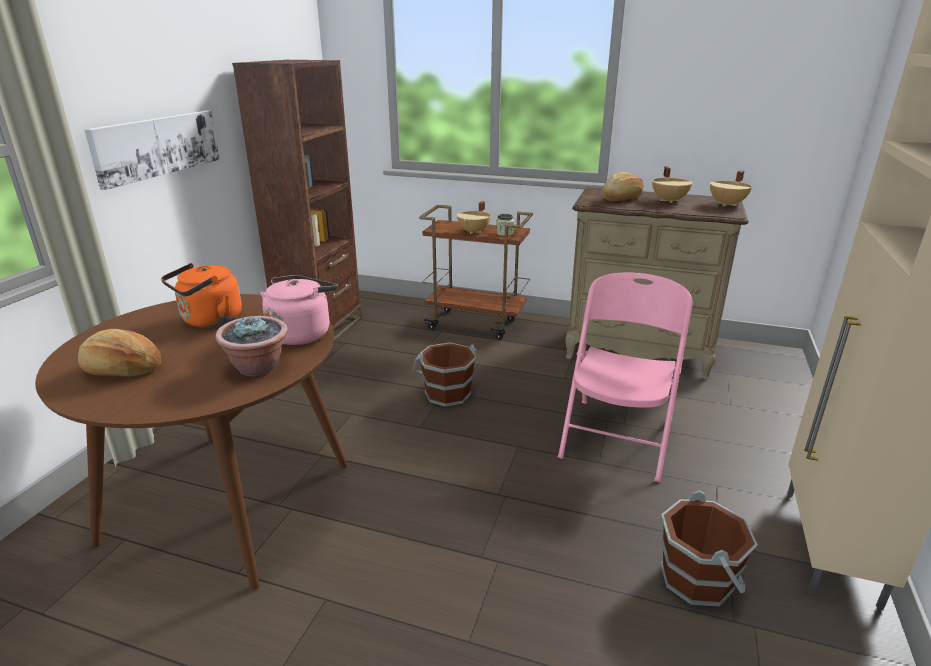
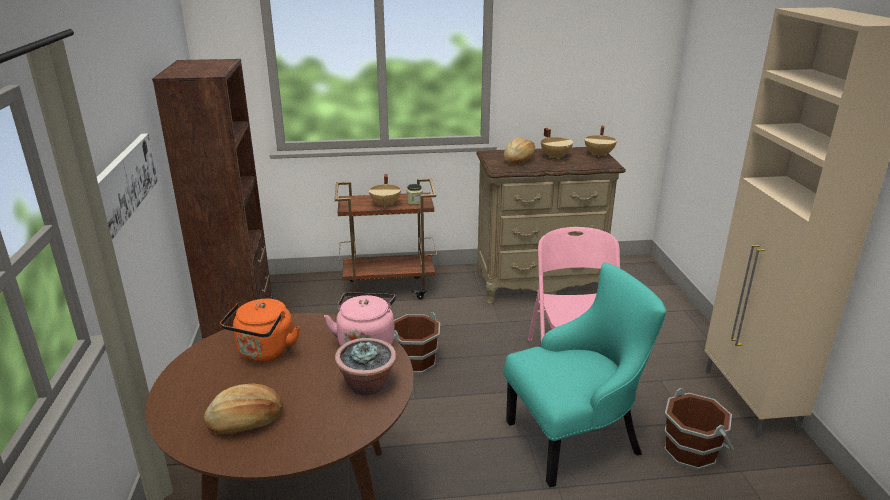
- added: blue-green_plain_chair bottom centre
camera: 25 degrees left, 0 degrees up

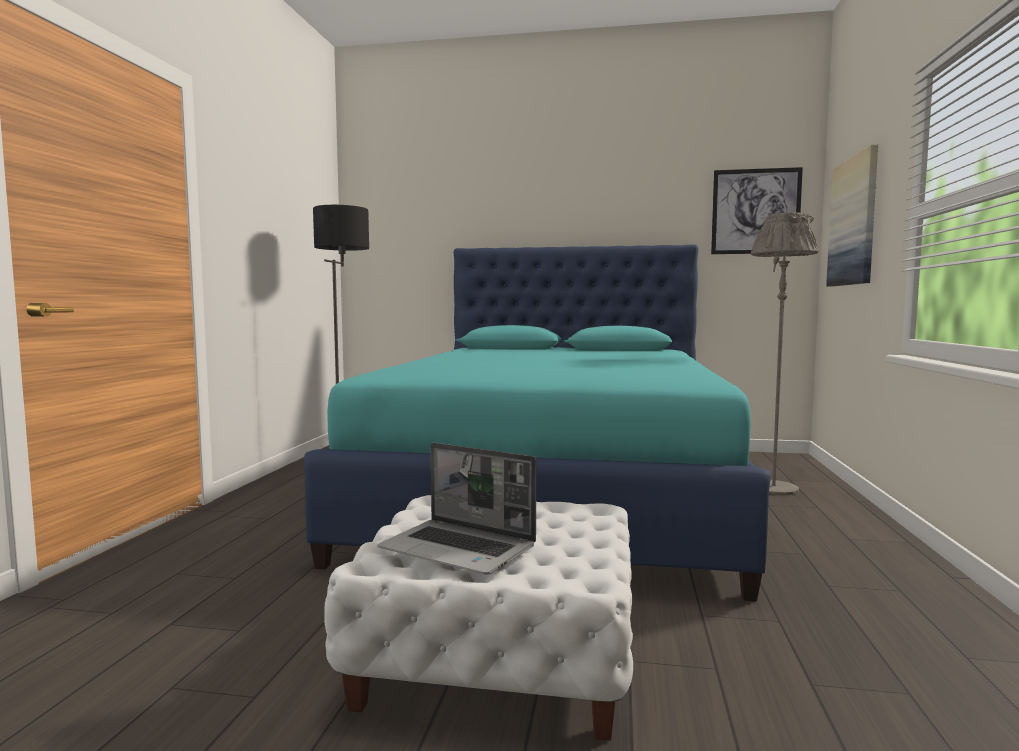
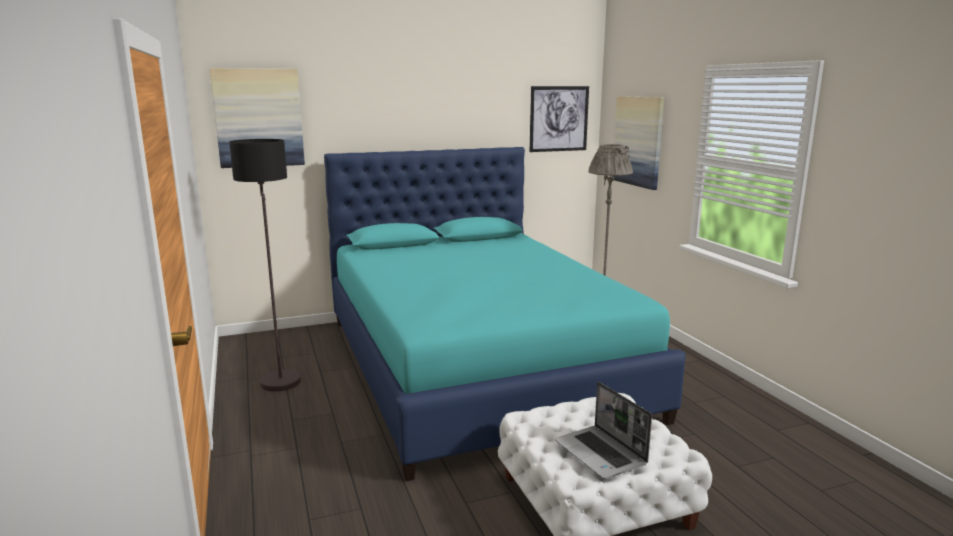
- added: wall_art (1st from left) top left
- turned: notebook_computer bottom centre = bottom centre 60 degrees clockwise
camera: 30 degrees left, 10 degrees up

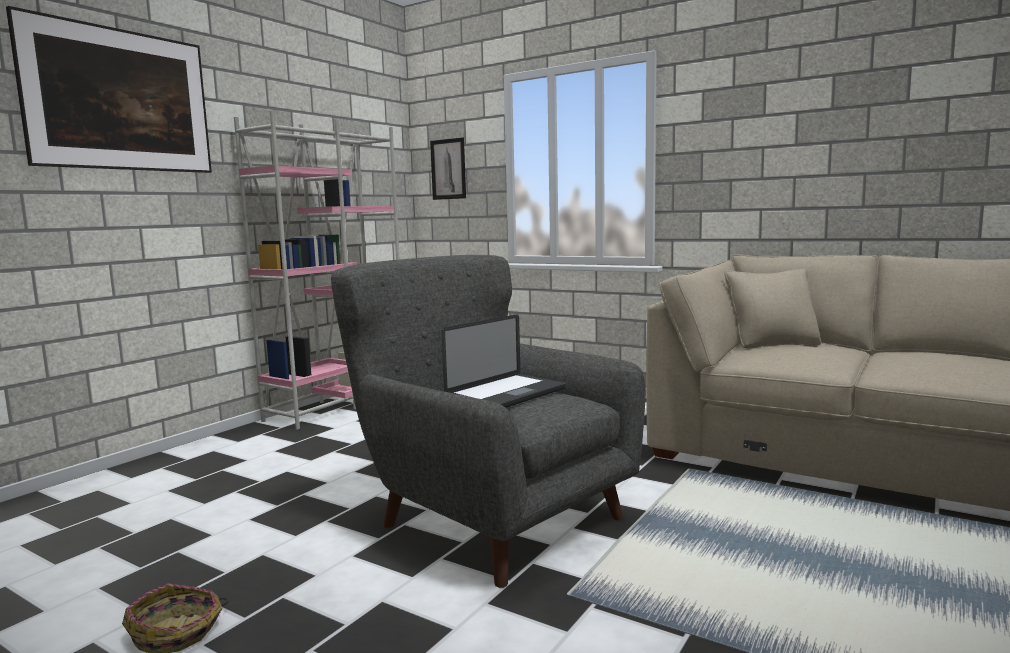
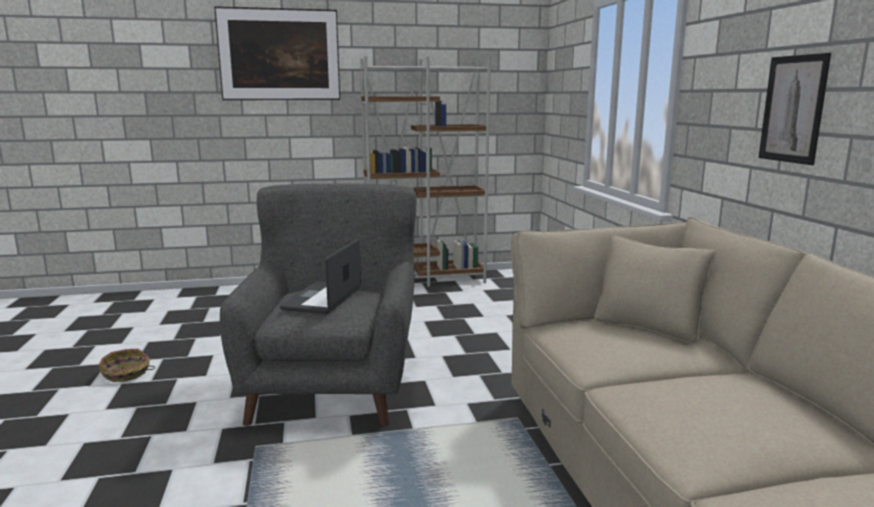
- turned: notebook_computer centre = centre 105 degrees clockwise
- recoloured: pink_bookcase middle left to brownish_bookcase centre
- moved: wall_art (2nd from left) top centre to top right
camera: 45 degrees right, 5 degrees up

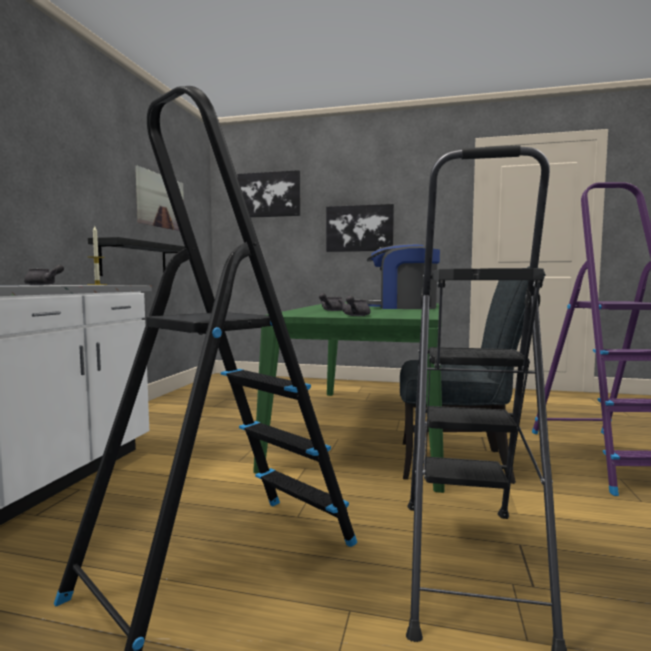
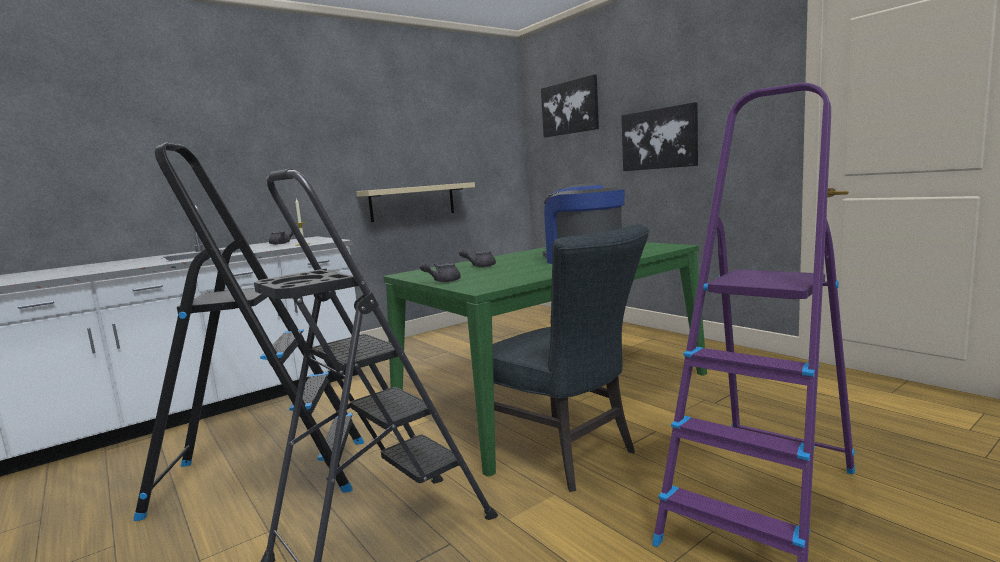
- recoloured: black_wall_shelf middle left to sand-coloured_wall_shelf centre
- removed: wall_art (1st from left) top left
camera: 40 degrees right, 5 degrees up

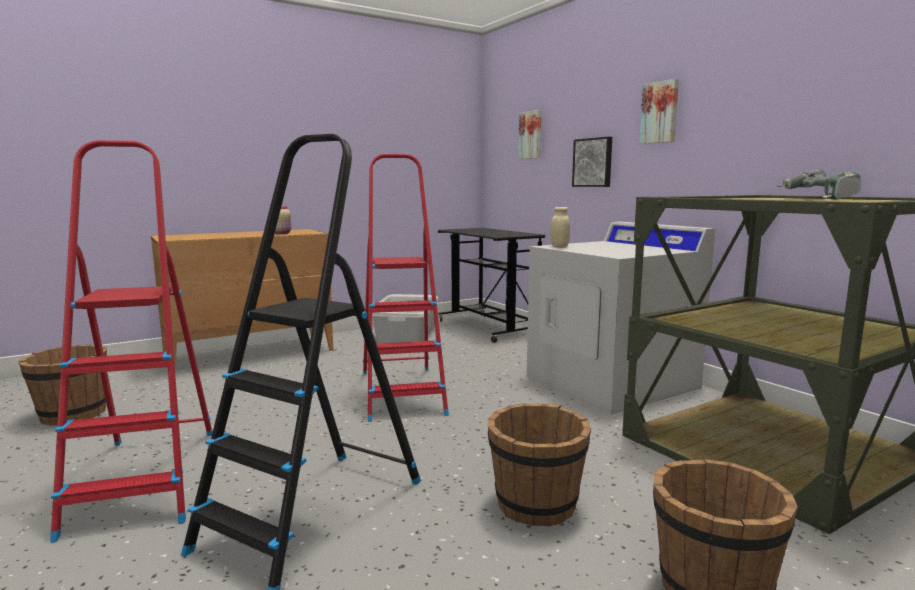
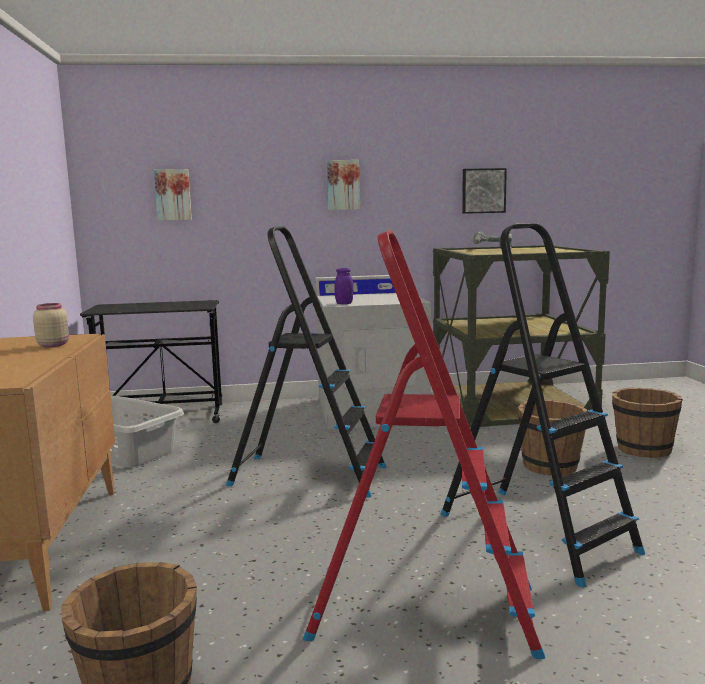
- recoloured: reddish_step_stool (2nd from left) centre to black_step_stool (1st from left) centre
- recoloured: sand-coloured_jar (2nd from left) centre to purple_jar centre
- moved: wall_art (2nd from left in the first image) top centre to wall_art (3rd from left) top right
camera: 65 degrees left, 0 degrees up

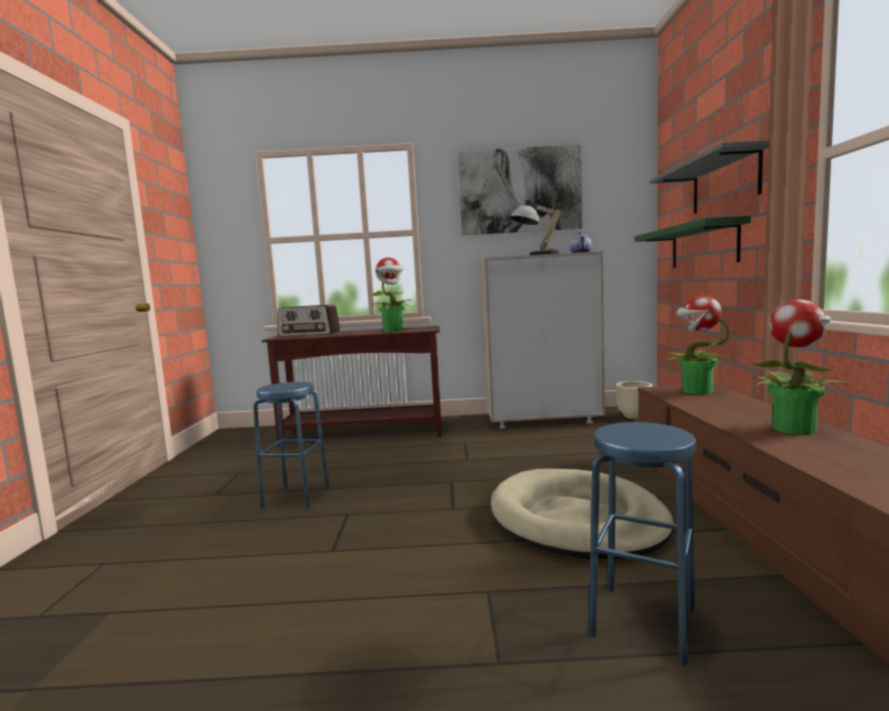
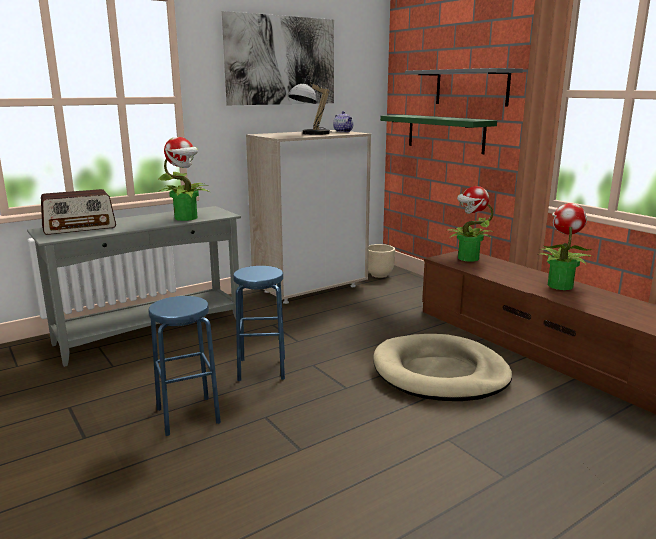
- recoloured: brownish_hall_table centre to grey_hall_table middle left
- moved: blue_stool_seat (2nd from left) bottom right to centre
camera: 35 degrees left, 10 degrees up

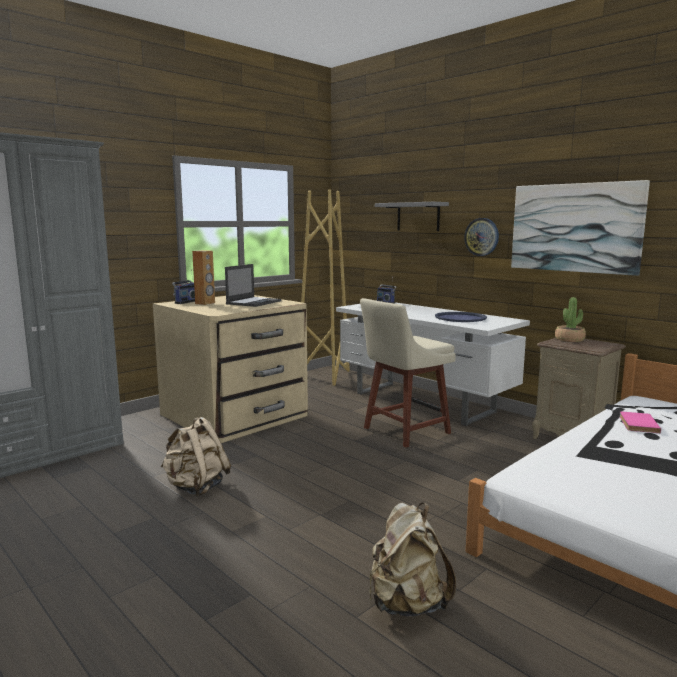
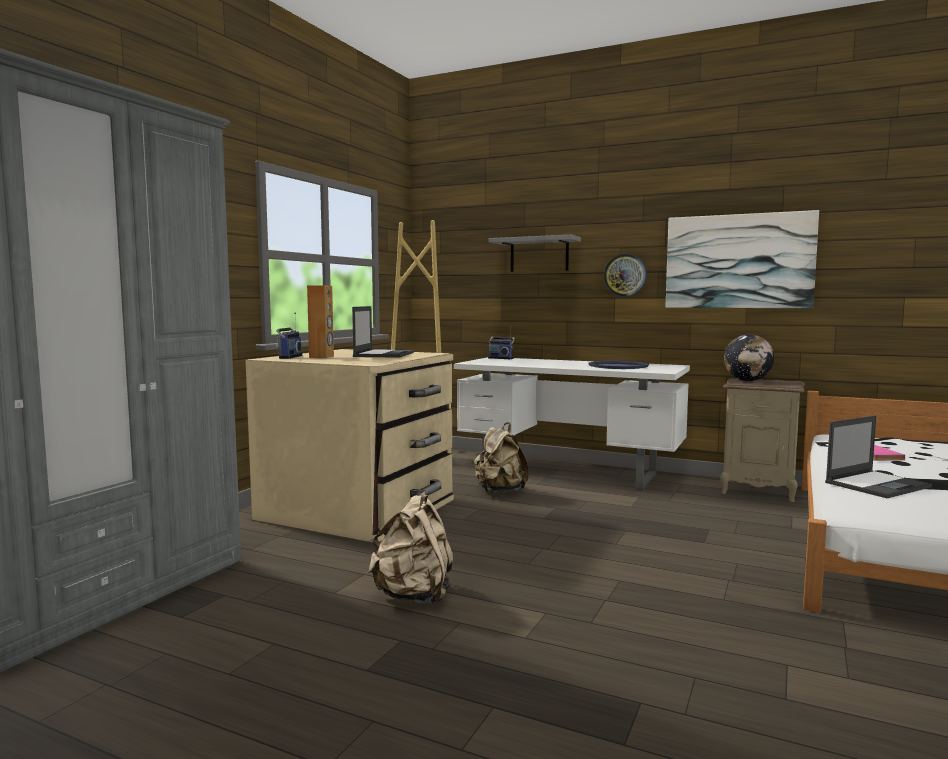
- moved: sand-coloured_rucksack (2nd from left) bottom centre to centre
- replaced: potted_plant middle right to globe middle right
- added: notebook_computer (2nd from left) middle right
- removed: sand-coloured_stool_seat centre
camera: 20 degrees left, 5 degrees down

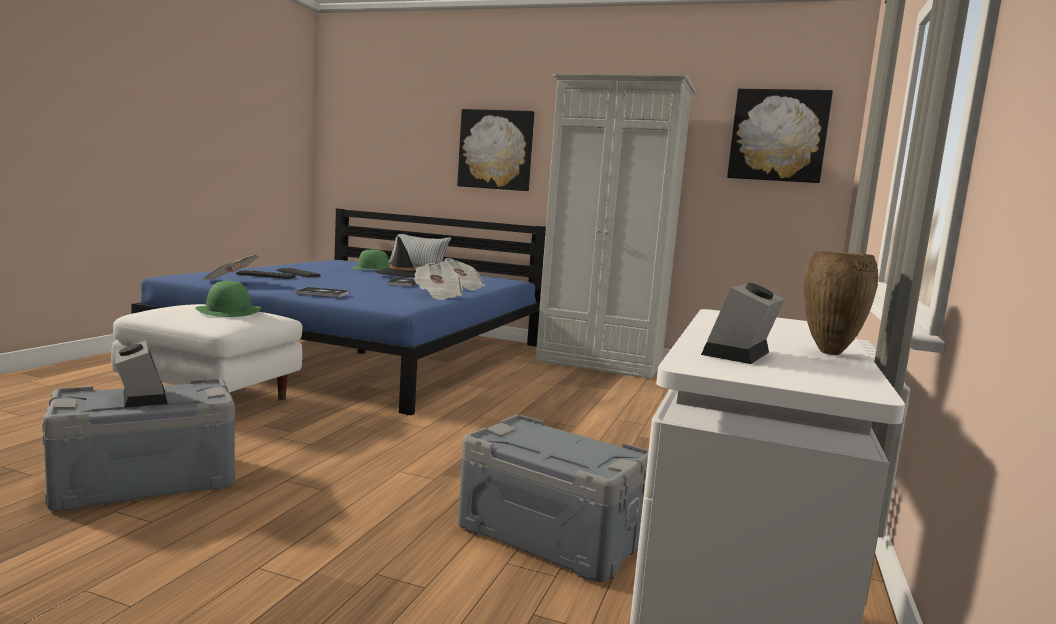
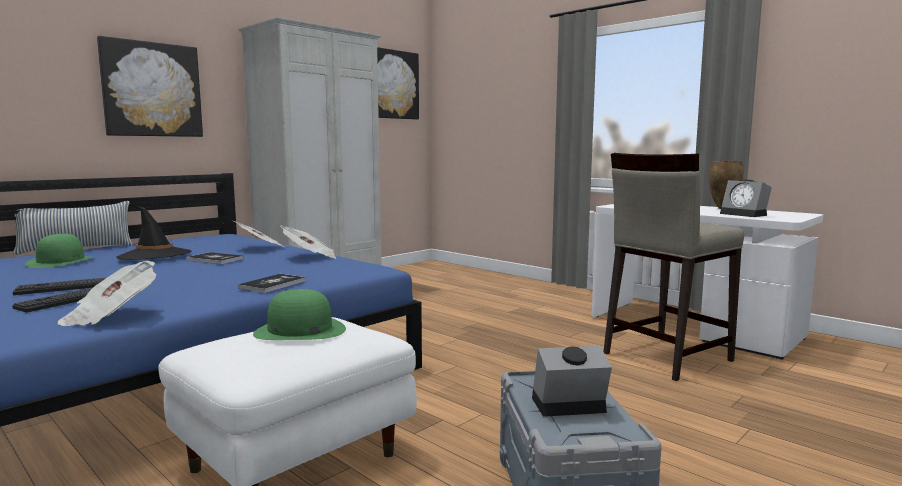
- replaced: grey_storage_bin (2nd from left) bottom centre to sand-coloured_stool_seat middle right
camera: 65 degrees left, 0 degrees up

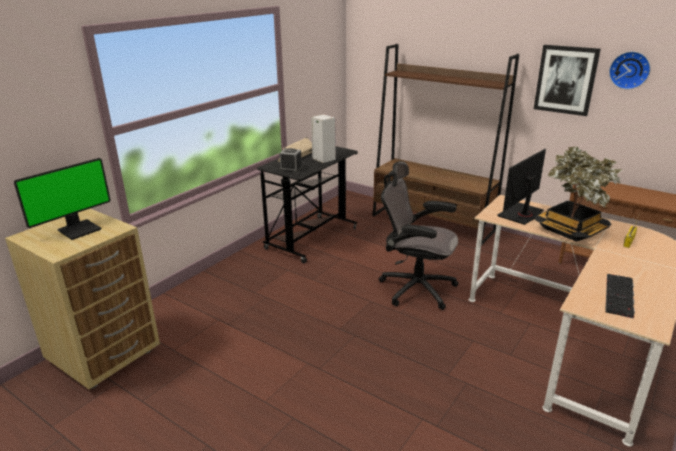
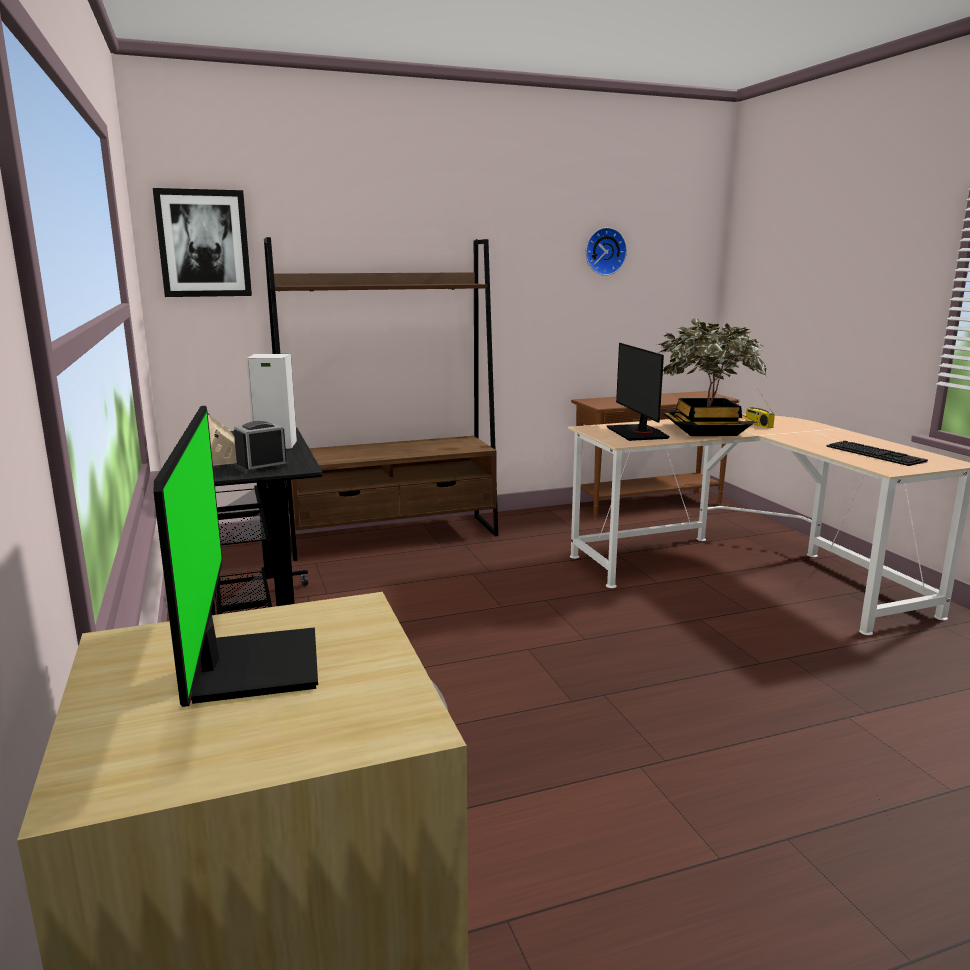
- moved: wall_art top right to top left
- removed: computer_chair centre
camera: 55 degrees left, 10 degrees down

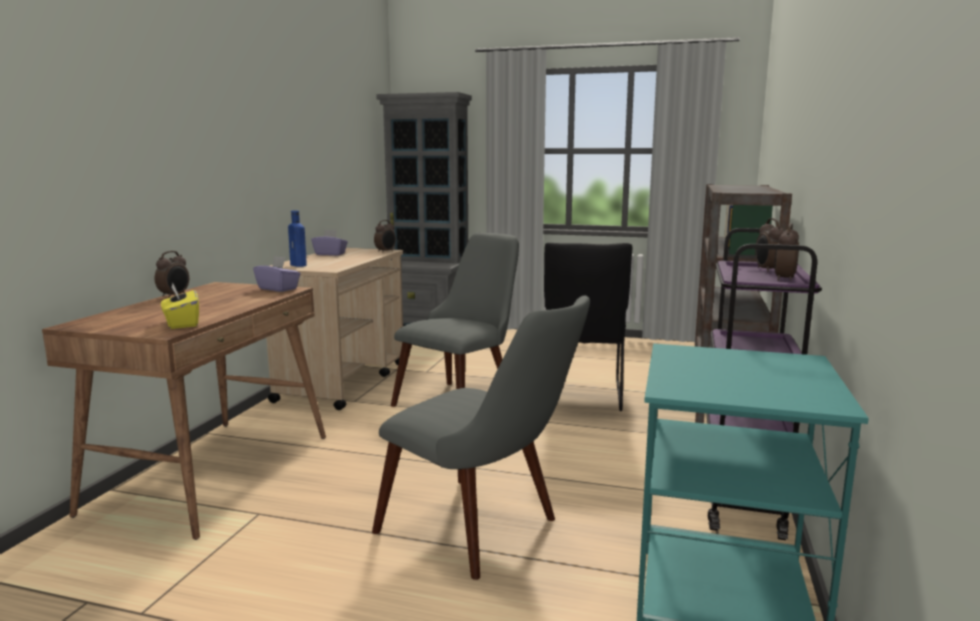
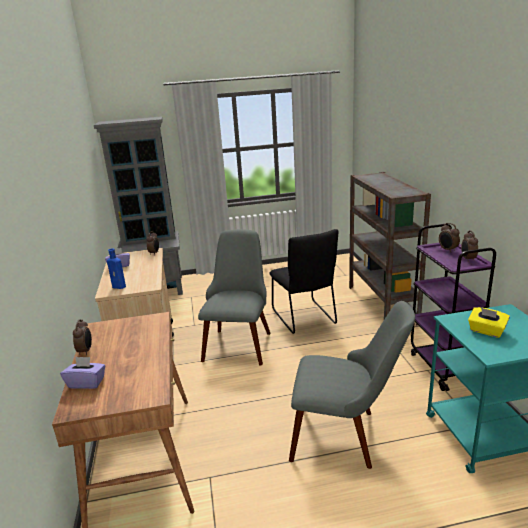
- moved: purple_tissue_holder (1st from left) middle left to bottom left
- moved: yellowish_tissue_holder middle left to middle right
camera: 25 degrees left, 10 degrees up

